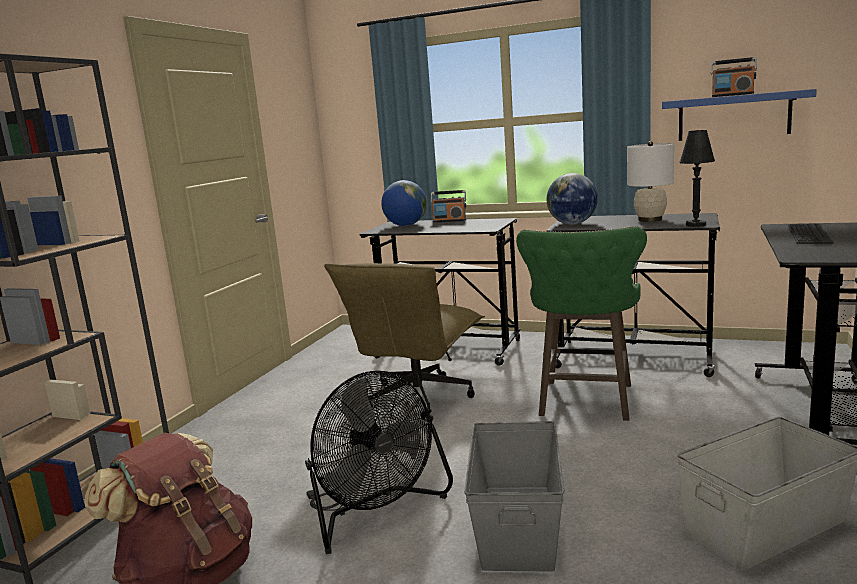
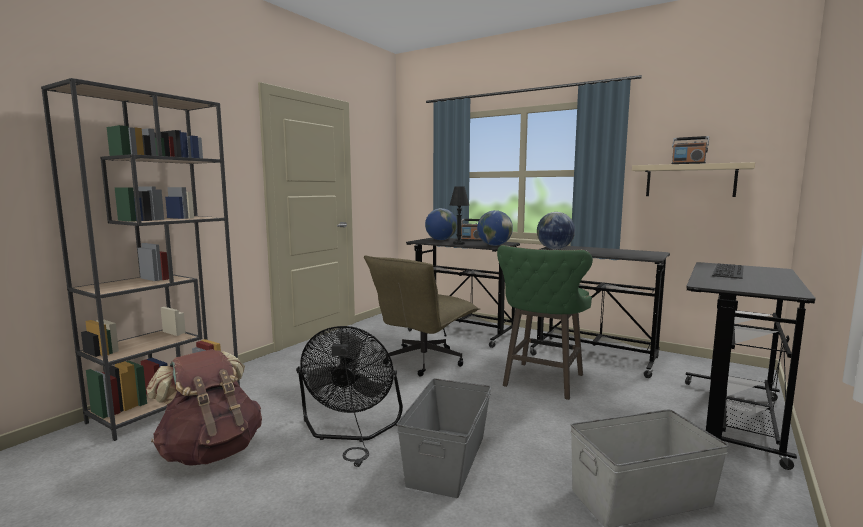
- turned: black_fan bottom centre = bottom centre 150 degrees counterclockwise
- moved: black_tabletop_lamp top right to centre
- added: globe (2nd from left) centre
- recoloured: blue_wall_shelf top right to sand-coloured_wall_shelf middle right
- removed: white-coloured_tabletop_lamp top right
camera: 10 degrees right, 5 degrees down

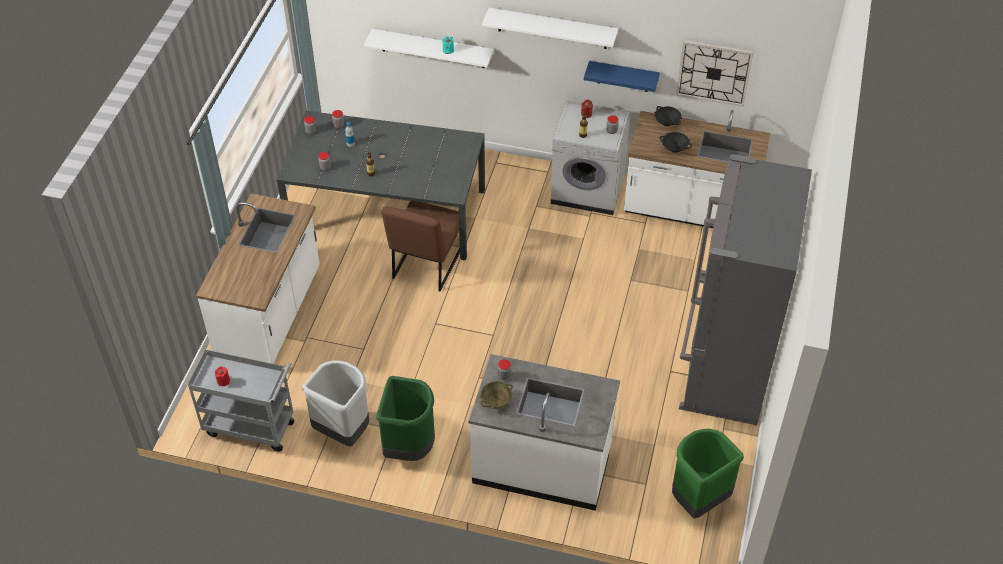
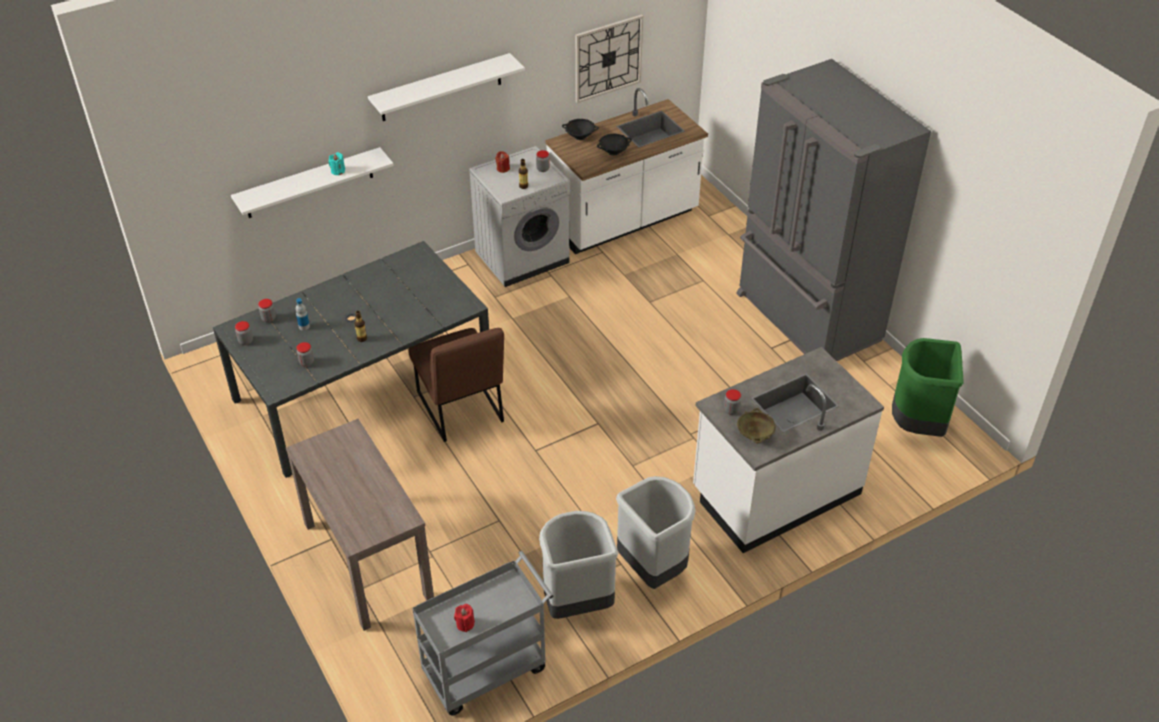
- replaced: white-coloured_kitchen_counter (1st from left) middle left to brownish_hall_table bottom left
- recoloured: green-coloured_rubbish_bin (1st from left) bottom centre to grey_rubbish_bin (2nd from left) bottom centre
- removed: blue_wall_shelf top centre
camera: 45 degrees left, 5 degrees down

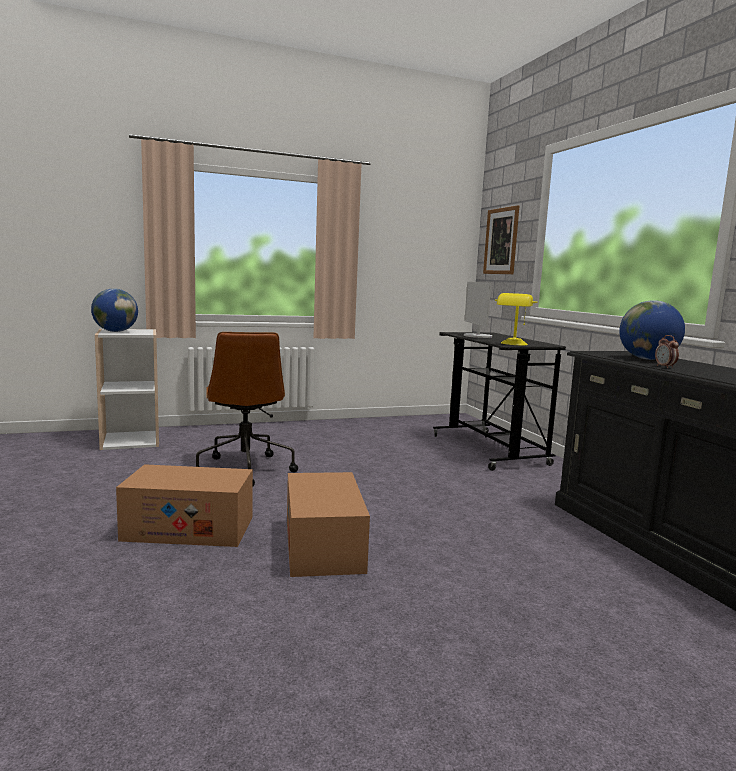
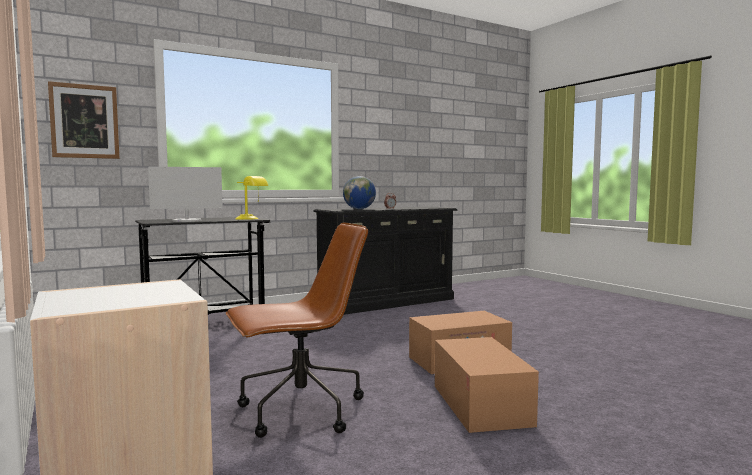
- removed: globe (1st from left) middle left
camera: 100 degrees left, 5 degrees down

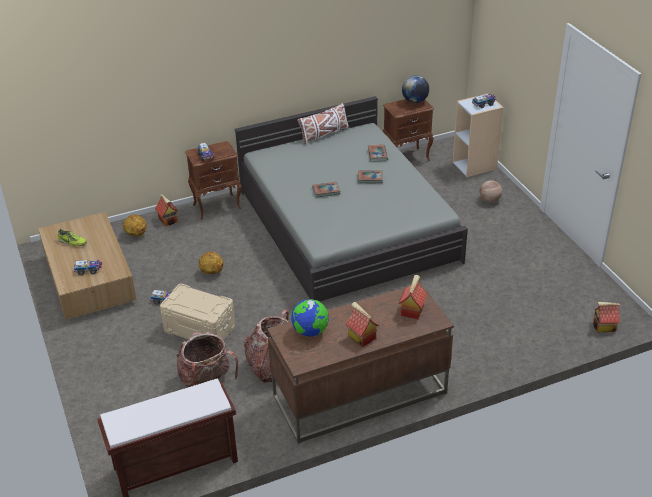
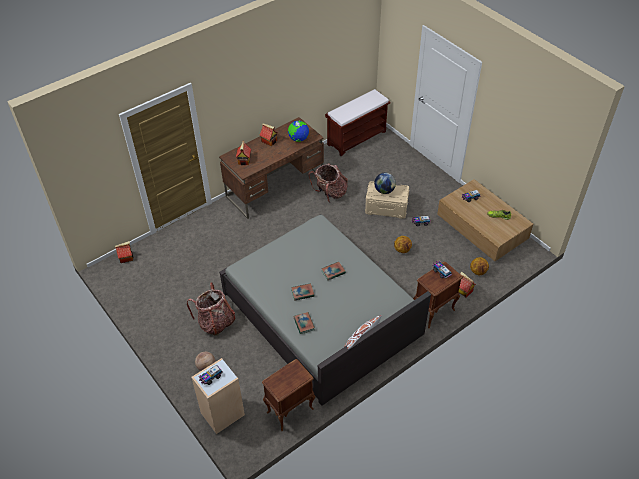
- moved: rucksack (1st from left) bottom left to middle left
- moved: globe (2nd from left) top centre to centre
camera: 165 degrees right, 10 degrees up

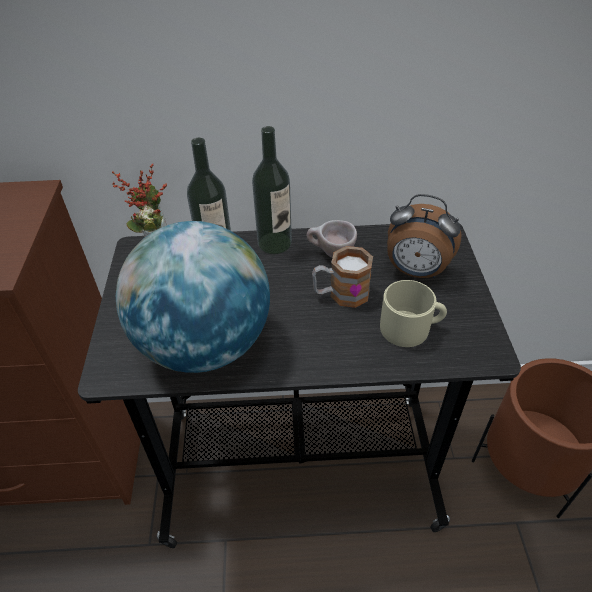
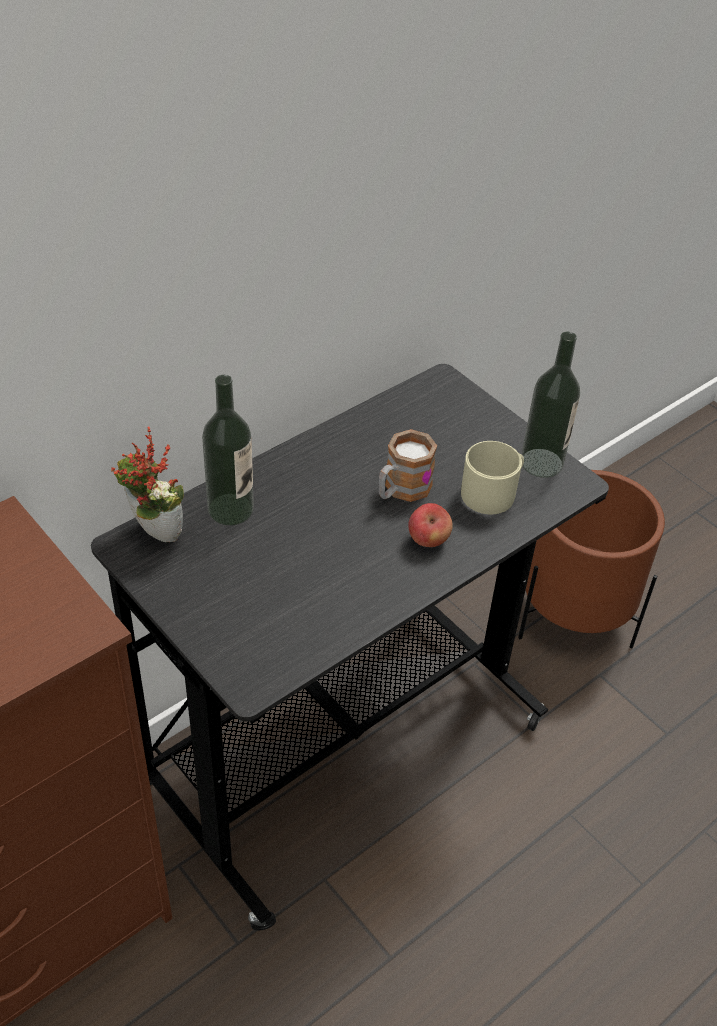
- added: apple centre
- moved: beverage_bottle (2nd from left) top centre to middle right
- removed: globe middle left
- removed: sand-coloured_cup centre
- removed: bedside_clock middle right
camera: 40 degrees left, 0 degrees up

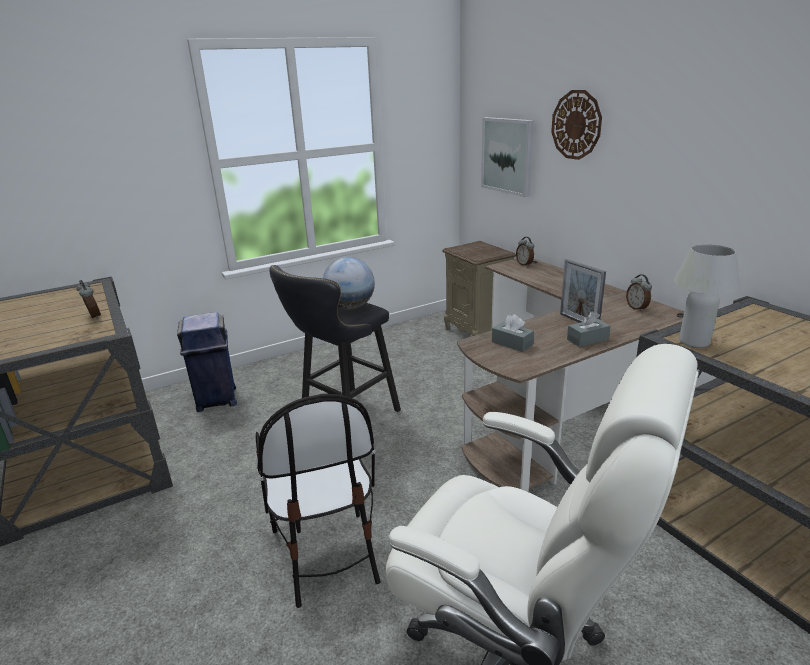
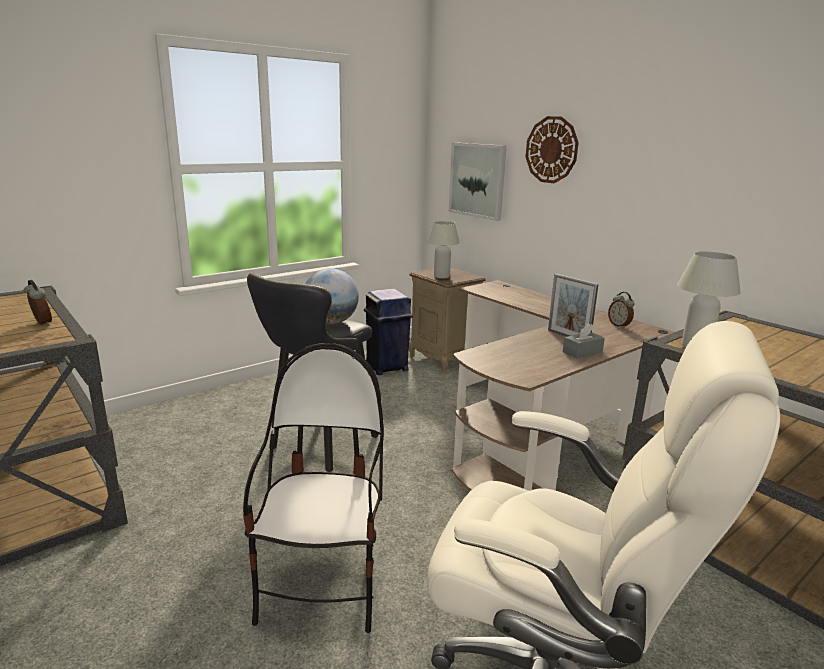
- turned: plain_chair bottom centre = bottom centre 150 degrees counterclockwise
- moved: blue_rubbish_bin middle left to centre
- added: white-coloured_tabletop_lamp (1st from left) centre
- removed: grey_tissue_holder (1st from left) centre
- removed: bedside_clock (2nd from left) centre
camera: 10 degrees left, 5 degrees down

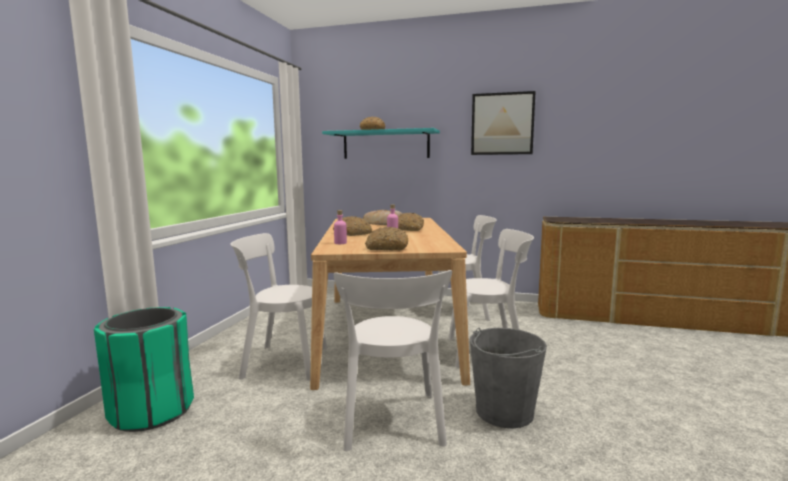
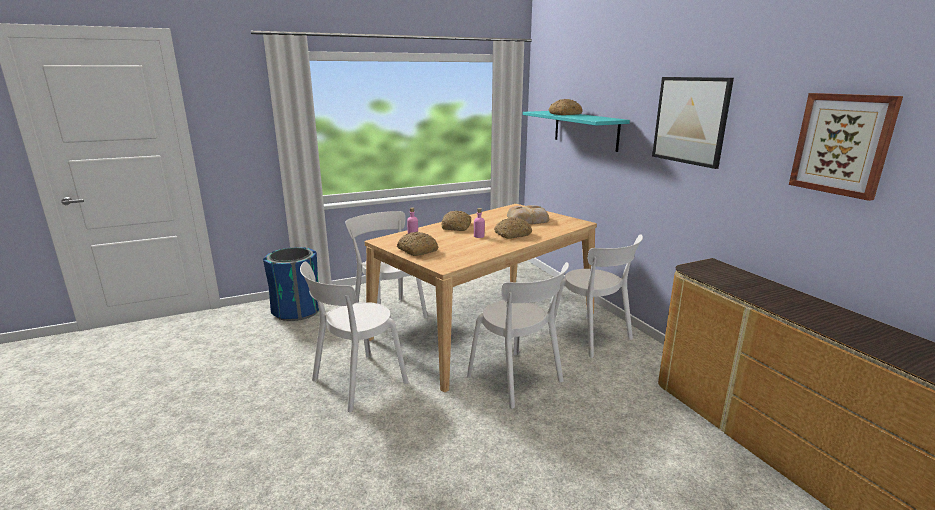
- recoloured: green-coloured_rubbish_bin bottom left to blue_rubbish_bin middle left
- added: wall_art (2nd from left) top right
- removed: grey_bucket bottom centre
camera: 50 degrees right, 10 degrees up

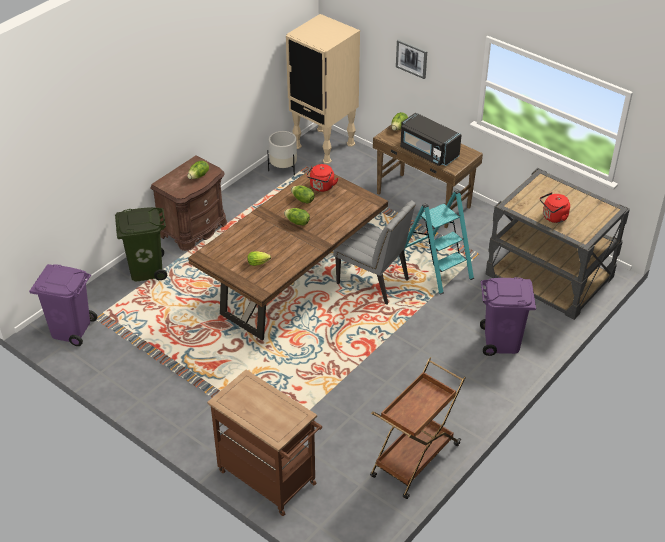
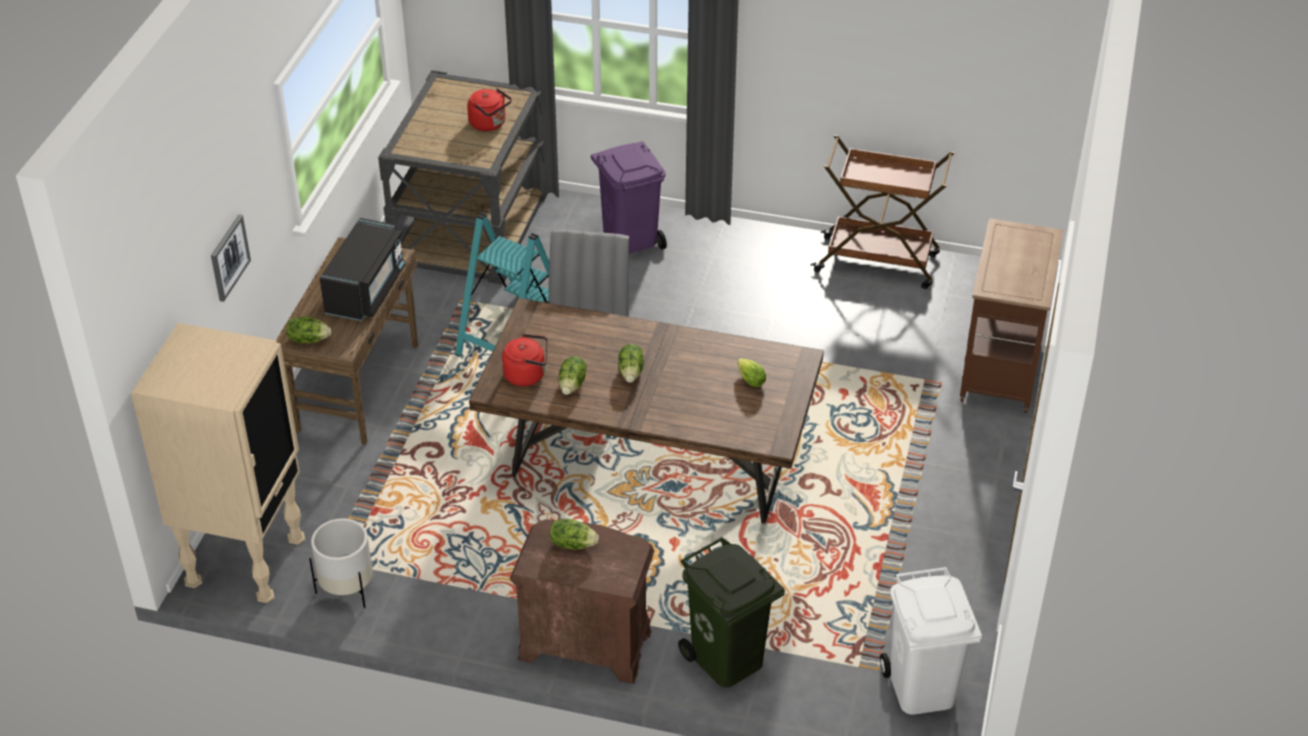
- recoloured: purple_rubbish_bin (1st from left) middle left to white-coloured_rubbish_bin bottom right
camera: 115 degrees left, 0 degrees up

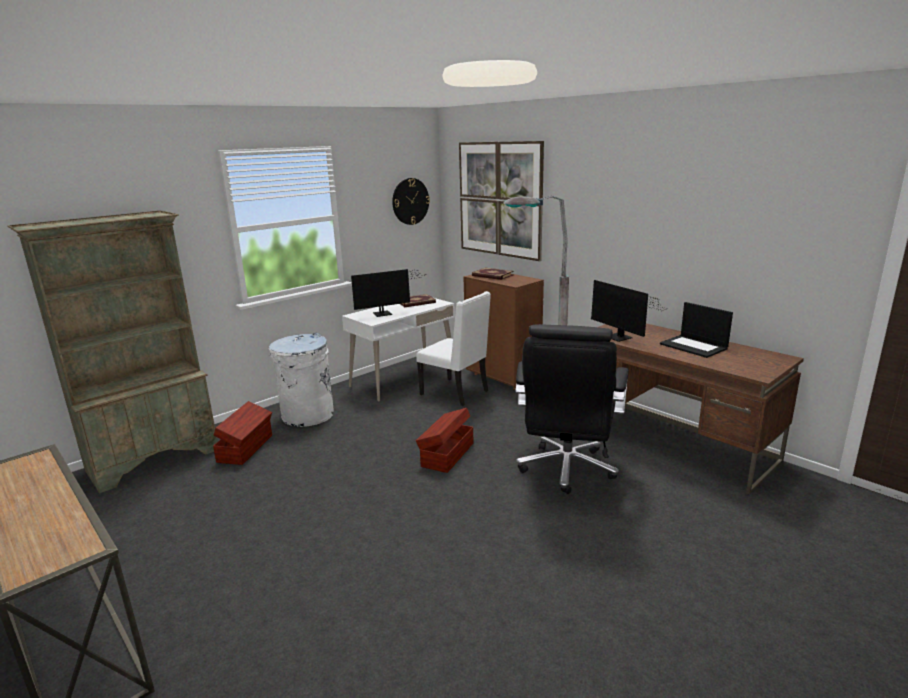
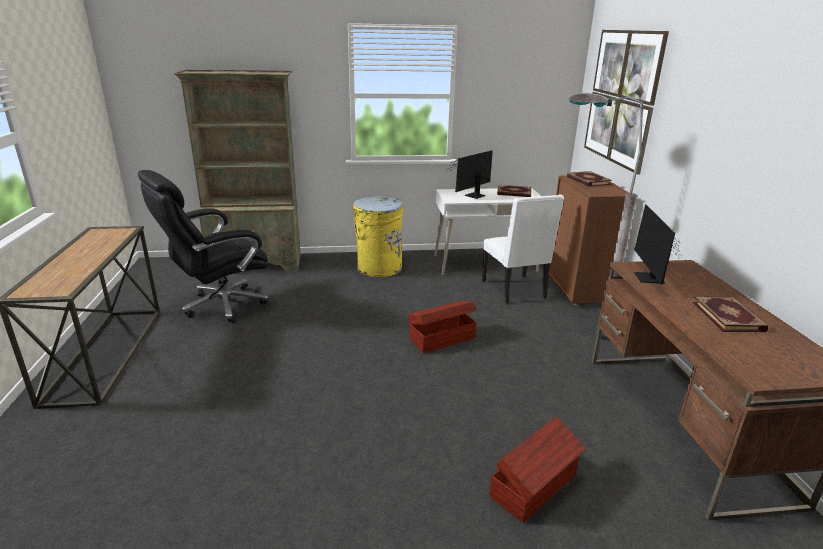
- moved: black_computer_chair centre to middle left
- recoloured: white-coloured_rubbish_bin middle left to yellowish_rubbish_bin centre
- turned: computer_display (1st from left) centre = top centre 120 degrees clockwise
- moved: brownish_storage_bin (1st from left in the first image) middle left to brownish_storage_bin (2nd from left) bottom centre
- replaced: notebook_computer middle right to book (3rd from left) middle right
- removed: hanging_clock top centre
camera: 35 degrees right, 5 degrees up

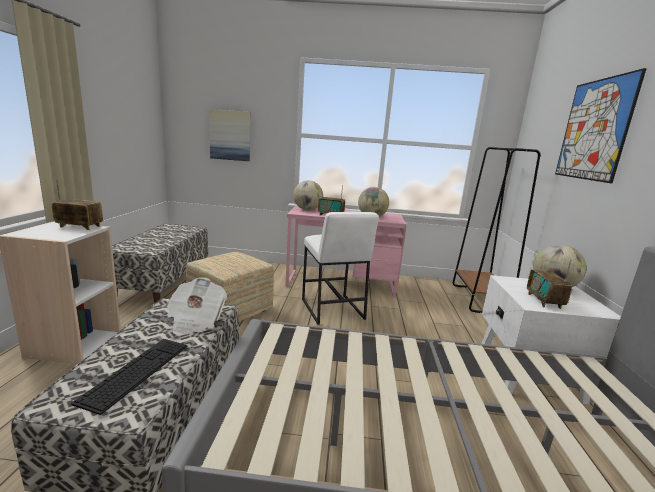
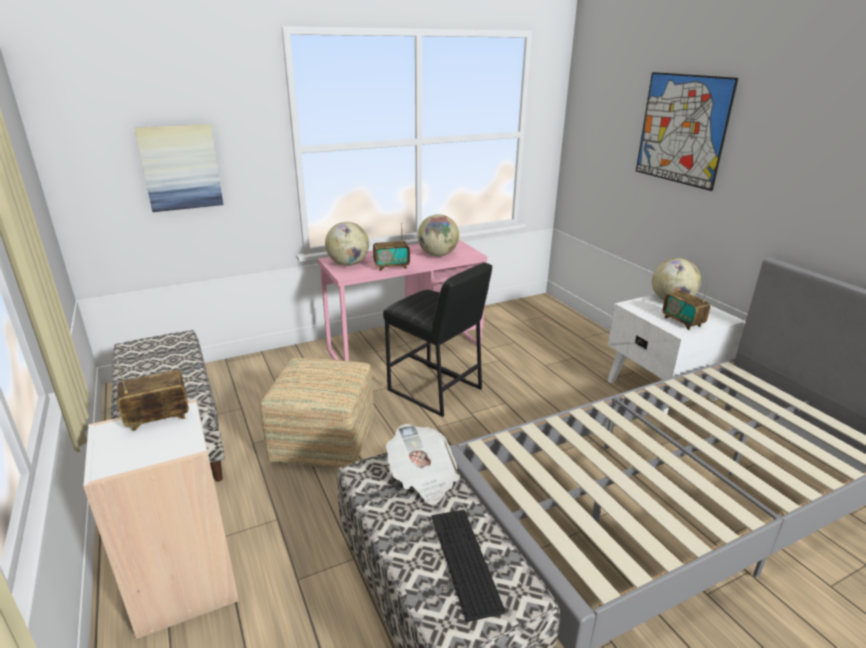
- recoloured: white-coloured_plain_chair centre to black_plain_chair centre
- removed: garment_stand middle right
camera: 30 degrees left, 10 degrees up

